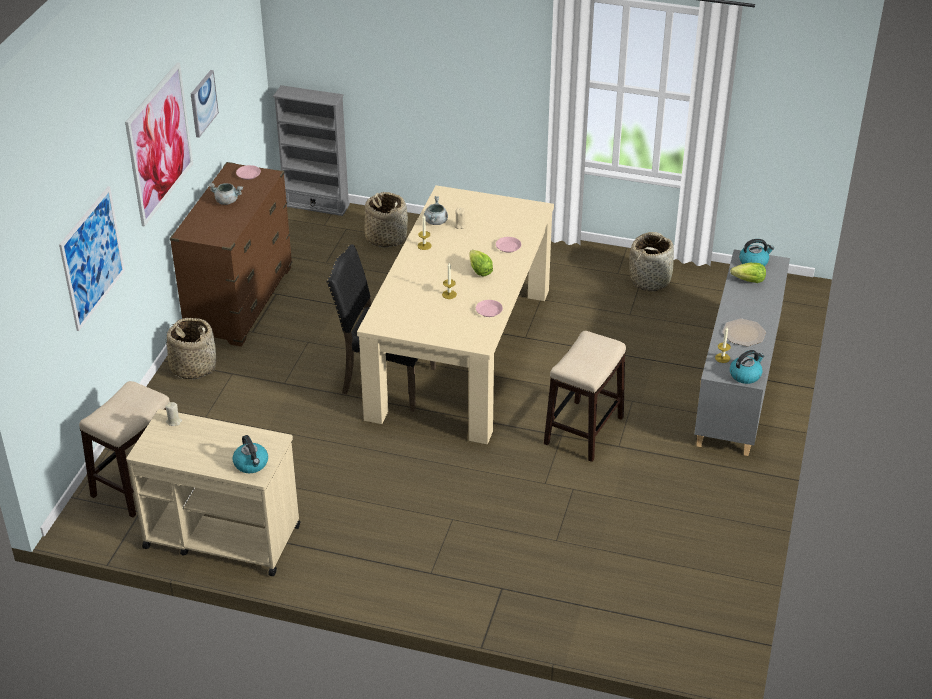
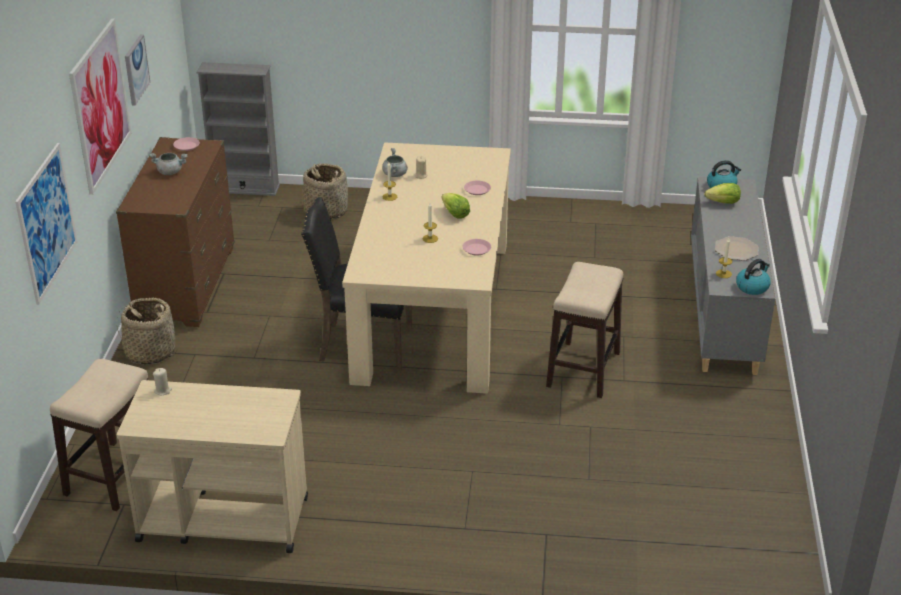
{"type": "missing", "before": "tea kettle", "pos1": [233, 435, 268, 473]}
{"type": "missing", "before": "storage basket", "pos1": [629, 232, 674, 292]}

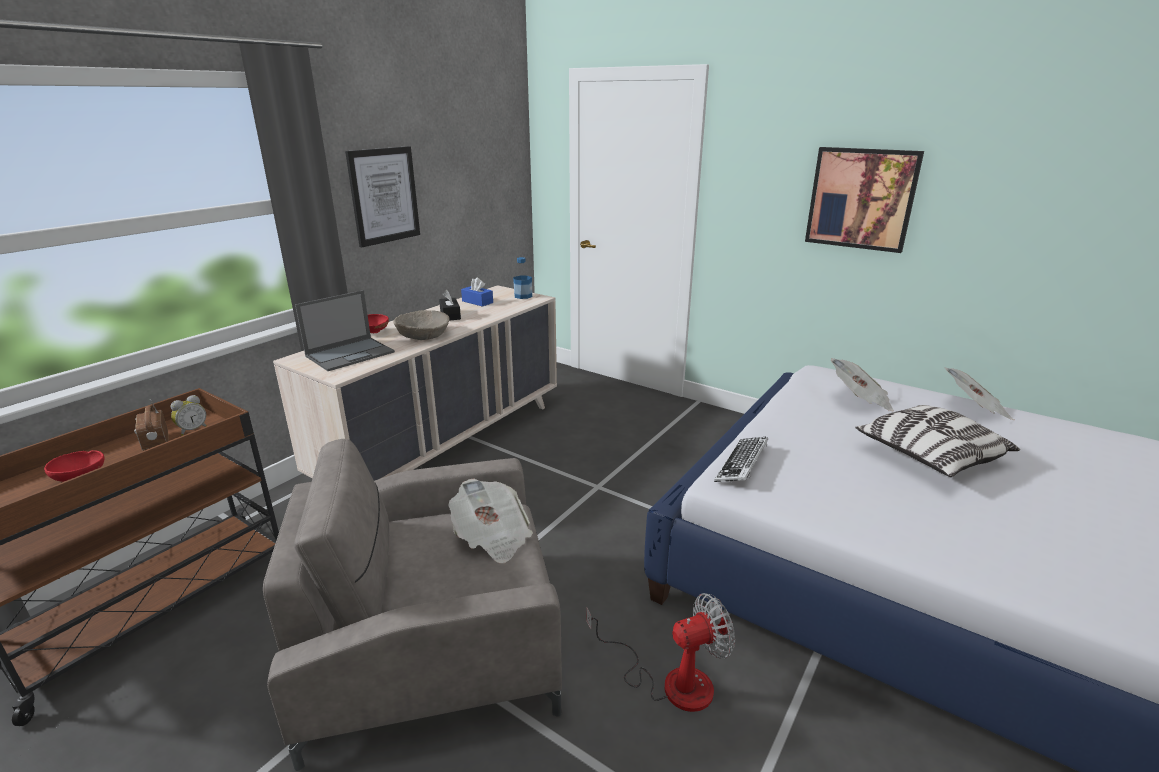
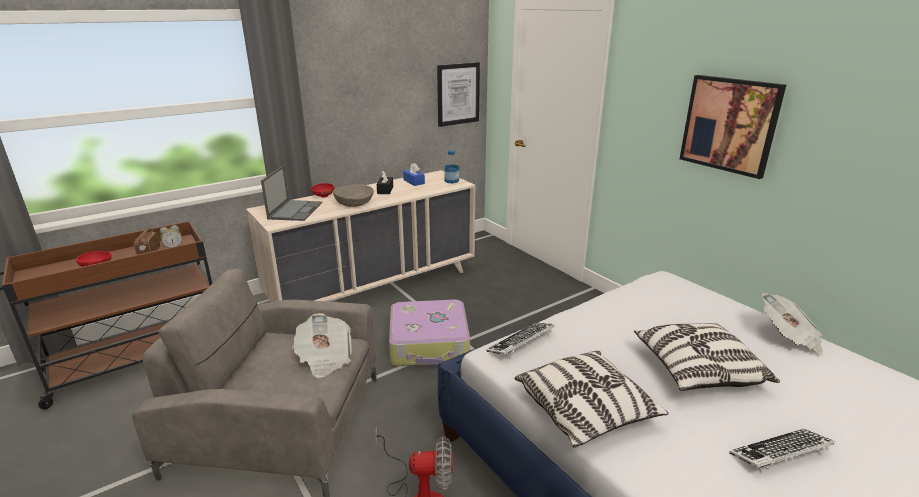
{"type": "spun", "before": "laptop", "pos1": [295, 290, 395, 371], "pos2": [261, 166, 322, 221], "turn": -60}
{"type": "relocated", "before": "wall art", "pos1": [345, 146, 420, 247], "pos2": [437, 62, 480, 127]}
{"type": "missing", "before": "daily paper", "pos1": [831, 358, 894, 411]}
{"type": "appeared", "after": "suitcase", "pos2": [389, 300, 470, 366]}
{"type": "appeared", "after": "cushion", "pos2": [514, 351, 669, 448]}
{"type": "appeared", "after": "computer keyboard", "pos2": [729, 429, 834, 469]}

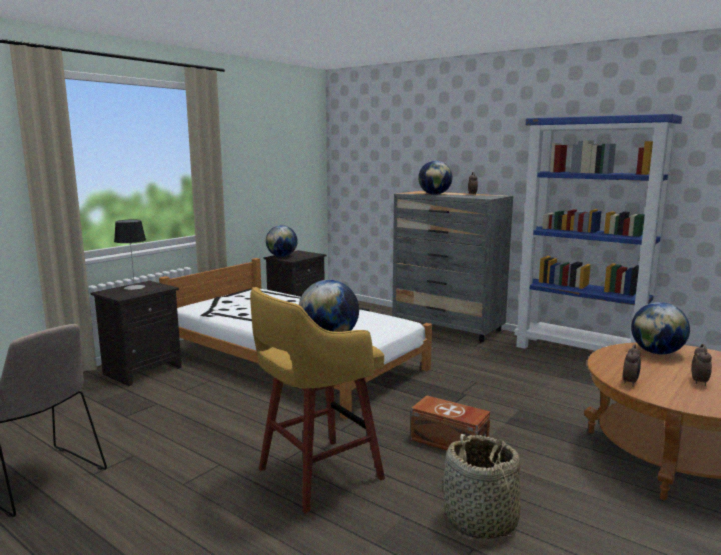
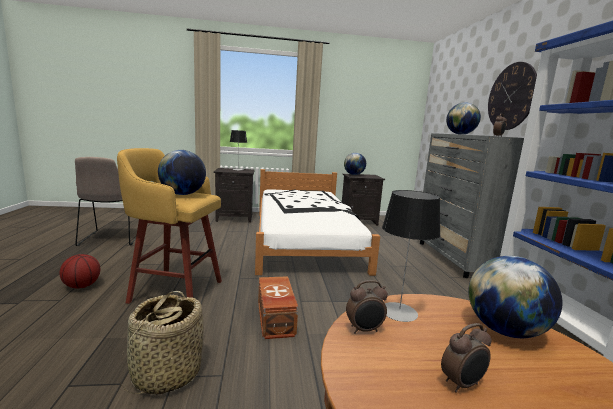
{"type": "appeared", "after": "basketball ball", "pos2": [59, 254, 100, 288]}
{"type": "appeared", "after": "tabletop lamp", "pos2": [382, 190, 440, 322]}
{"type": "appeared", "after": "clock on the wall", "pos2": [488, 62, 537, 130]}

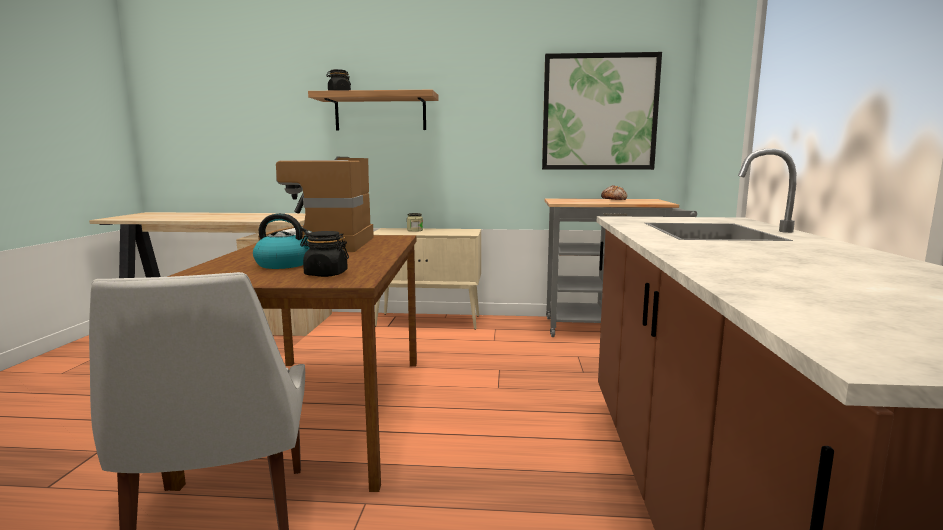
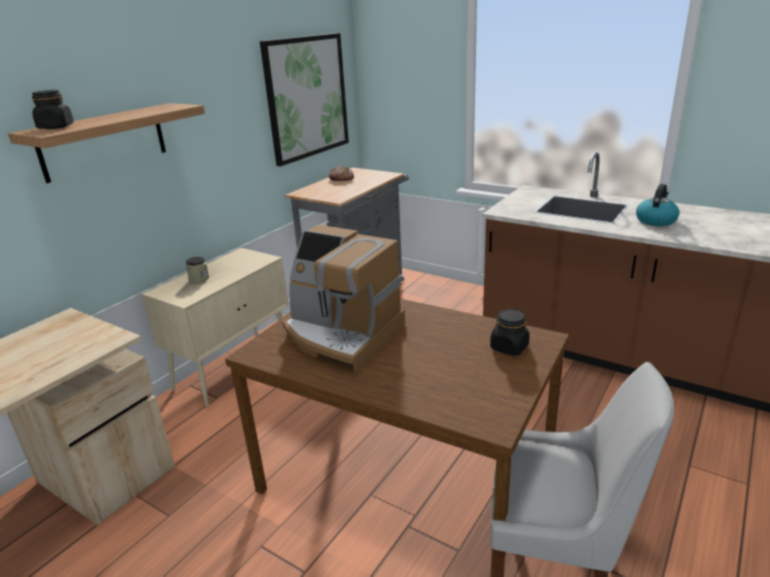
{"type": "relocated", "before": "tea kettle", "pos1": [253, 213, 311, 269], "pos2": [636, 184, 679, 226]}

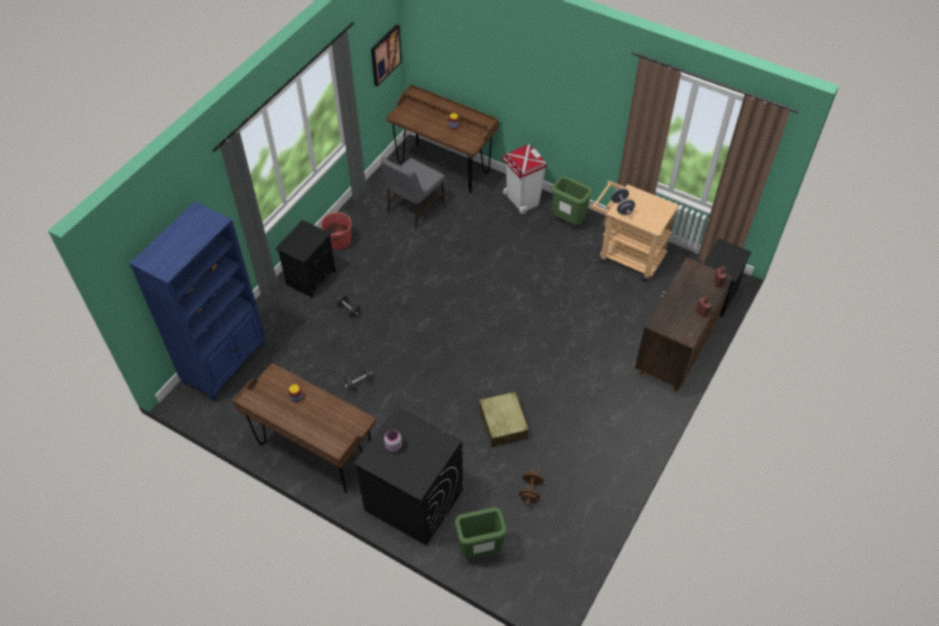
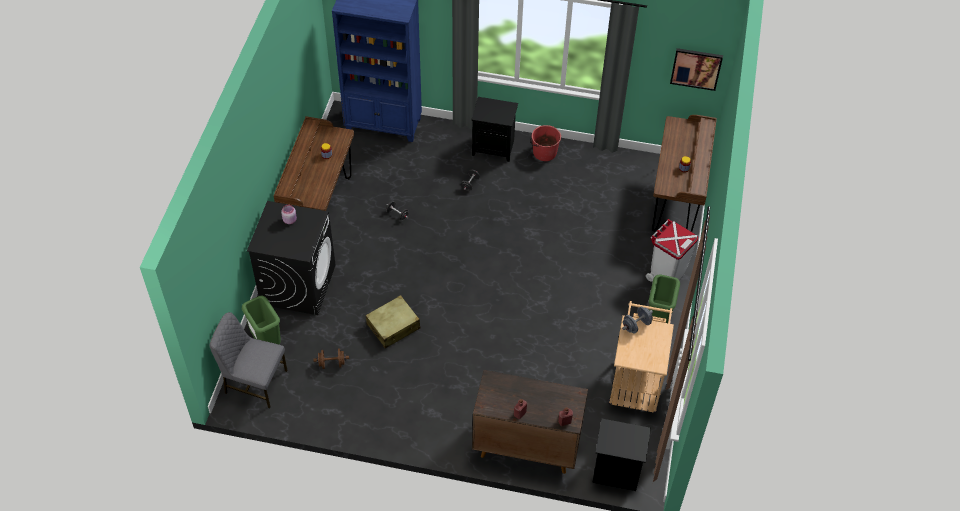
{"type": "relocated", "before": "grey upright chair", "pos1": [381, 157, 445, 228], "pos2": [209, 312, 288, 408]}

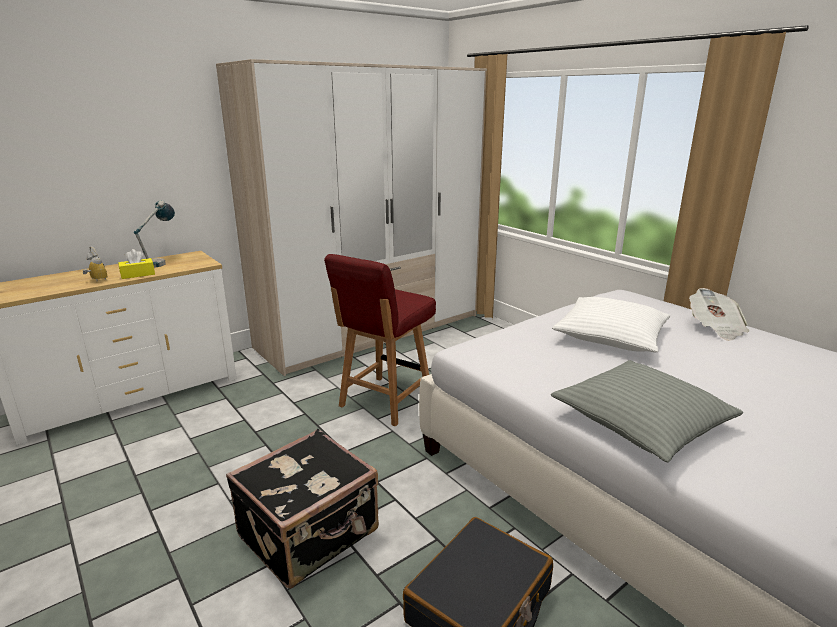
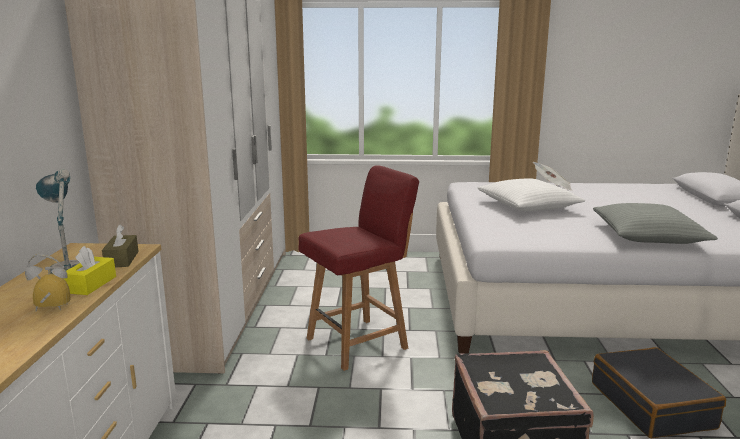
{"type": "spun", "before": "red-coloured upright chair", "pos1": [324, 254, 436, 427], "pos2": [298, 165, 419, 371], "turn": -105}
{"type": "appeared", "after": "brown box of tissues", "pos2": [102, 224, 139, 267]}

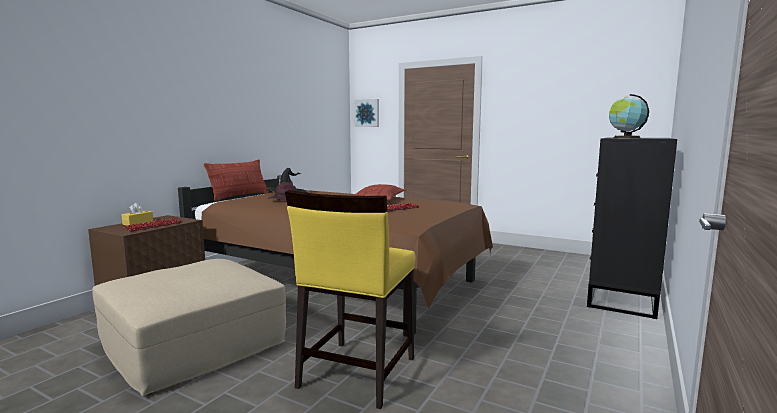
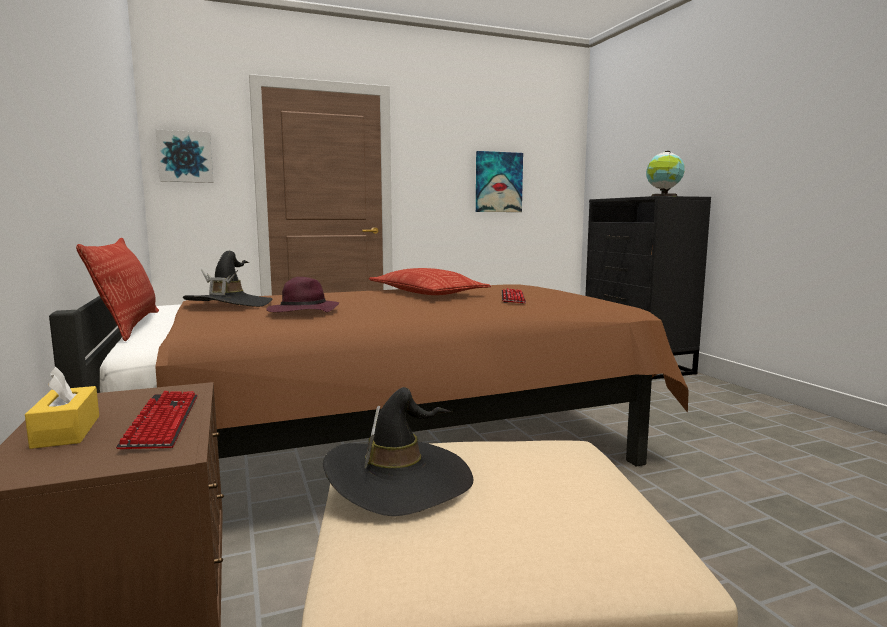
{"type": "missing", "before": "yellow-coloured upright chair", "pos1": [285, 190, 415, 409]}
{"type": "appeared", "after": "blackish wearable hat", "pos2": [323, 387, 473, 516]}
{"type": "appeared", "after": "wall art", "pos2": [476, 151, 523, 212]}

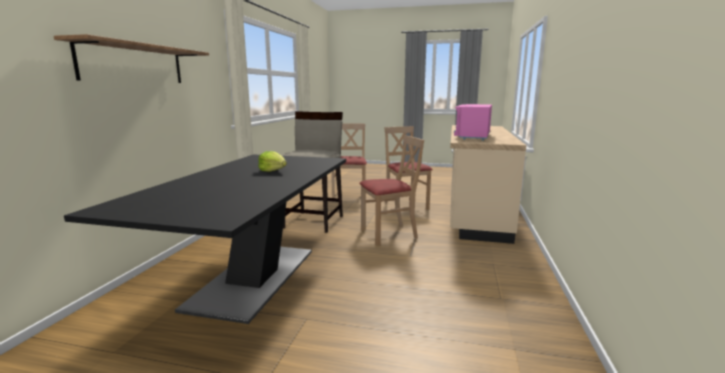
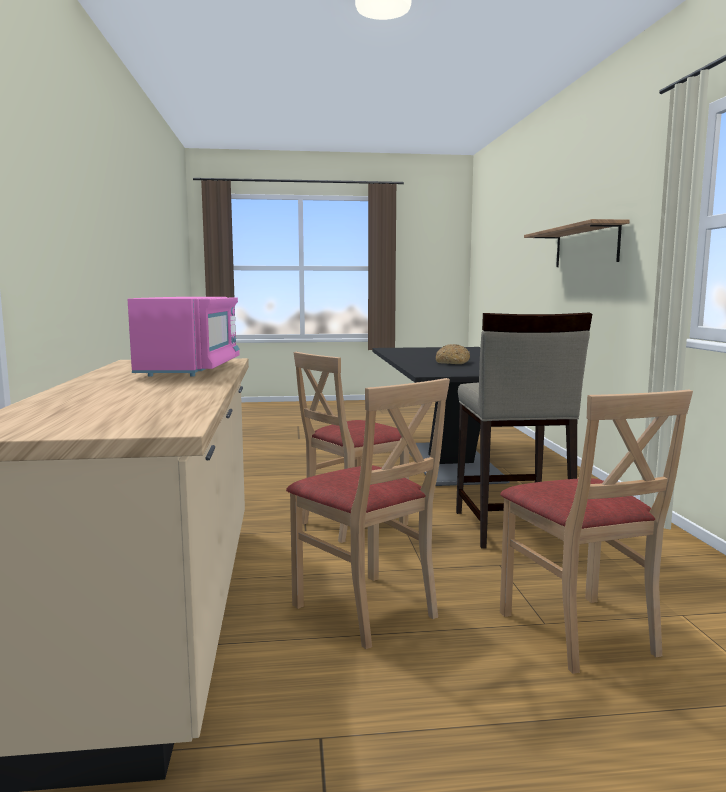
{"type": "exchanged", "before": "lettuce", "after": "bakery bread", "pos1": [258, 151, 287, 172], "pos2": [436, 344, 470, 364]}

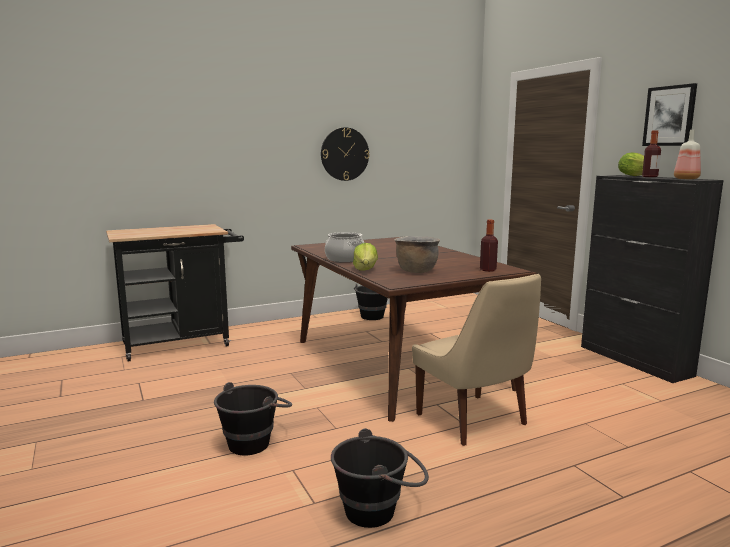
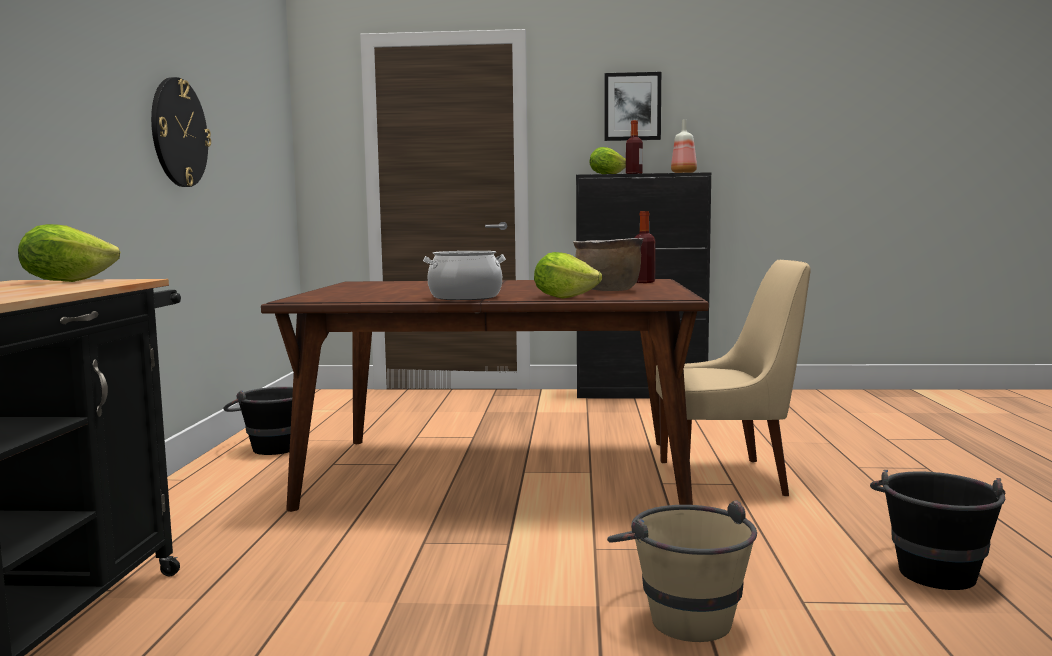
{"type": "colour", "before": "blackish bucket", "after": "beige-coloured bucket", "pos1": [214, 382, 292, 455], "pos2": [607, 500, 757, 642]}
{"type": "appeared", "after": "lettuce", "pos2": [18, 224, 120, 282]}

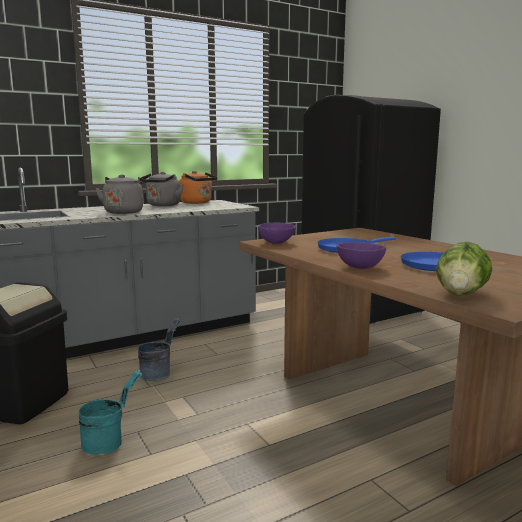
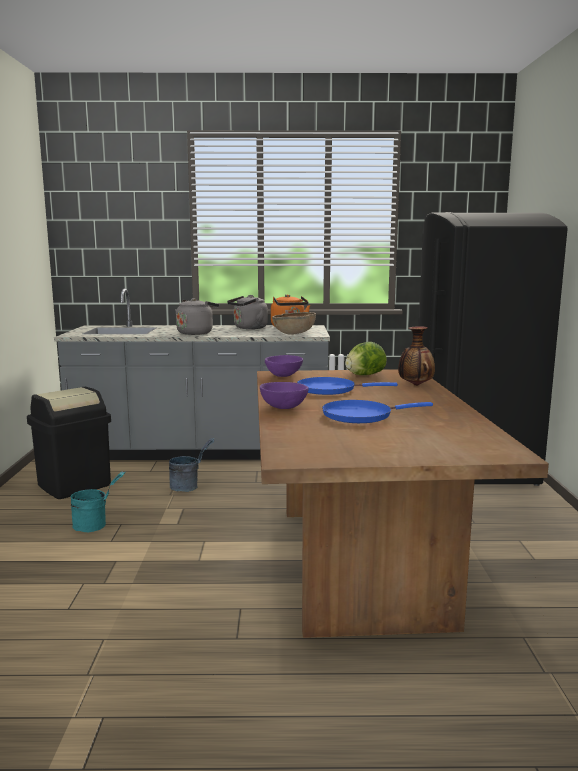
{"type": "relocated", "before": "lettuce", "pos1": [436, 241, 492, 295], "pos2": [345, 342, 387, 375]}
{"type": "appeared", "after": "brown deep dish", "pos2": [272, 312, 316, 335]}
{"type": "appeared", "after": "flower vase", "pos2": [398, 326, 435, 386]}

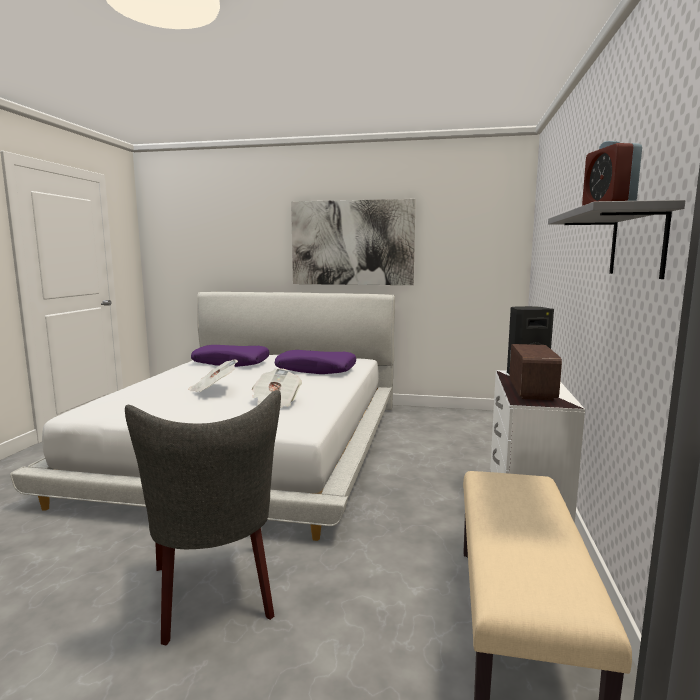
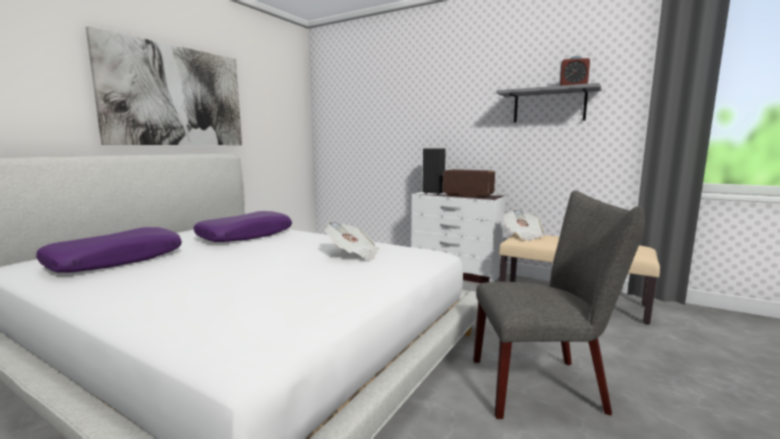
{"type": "relocated", "before": "daily paper", "pos1": [188, 359, 238, 392], "pos2": [504, 209, 545, 241]}

